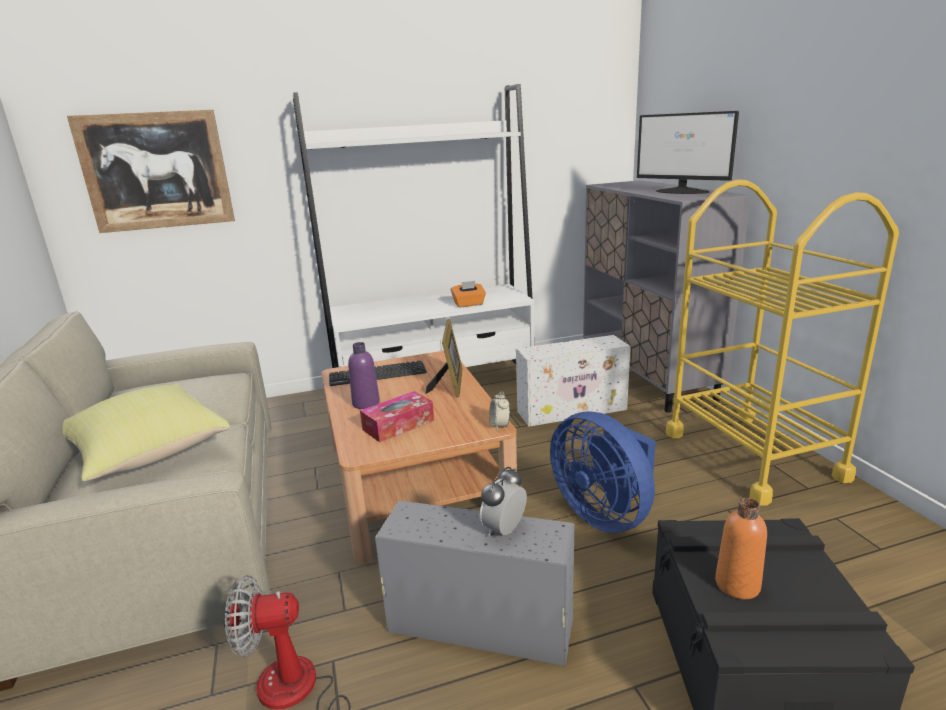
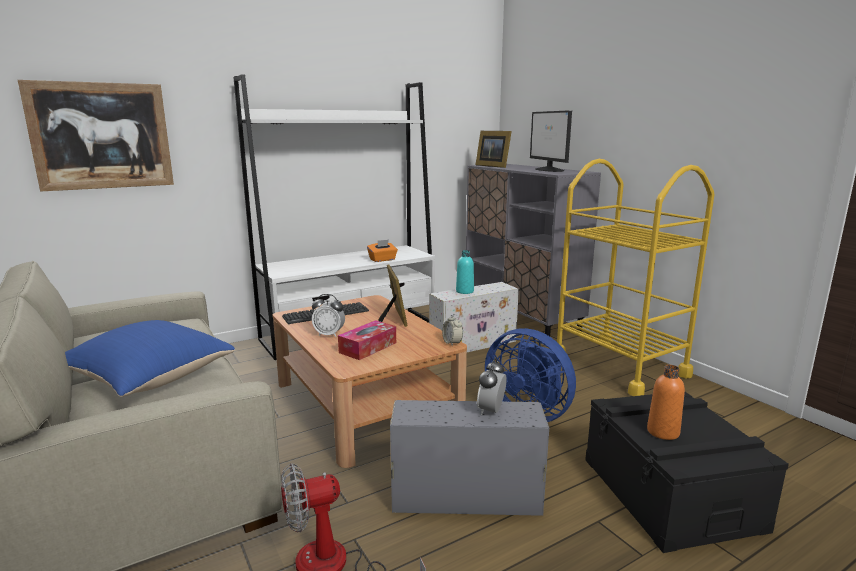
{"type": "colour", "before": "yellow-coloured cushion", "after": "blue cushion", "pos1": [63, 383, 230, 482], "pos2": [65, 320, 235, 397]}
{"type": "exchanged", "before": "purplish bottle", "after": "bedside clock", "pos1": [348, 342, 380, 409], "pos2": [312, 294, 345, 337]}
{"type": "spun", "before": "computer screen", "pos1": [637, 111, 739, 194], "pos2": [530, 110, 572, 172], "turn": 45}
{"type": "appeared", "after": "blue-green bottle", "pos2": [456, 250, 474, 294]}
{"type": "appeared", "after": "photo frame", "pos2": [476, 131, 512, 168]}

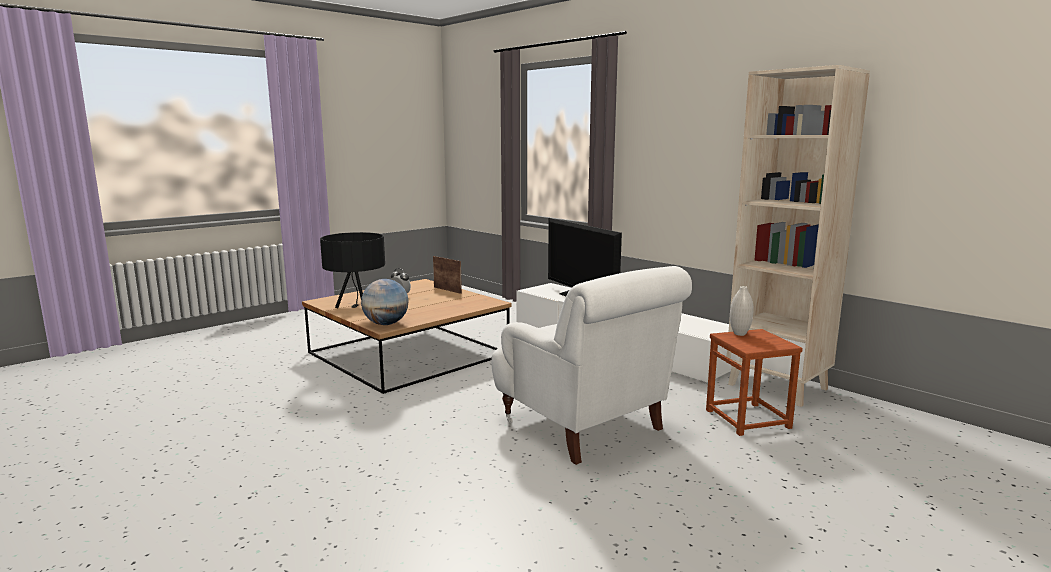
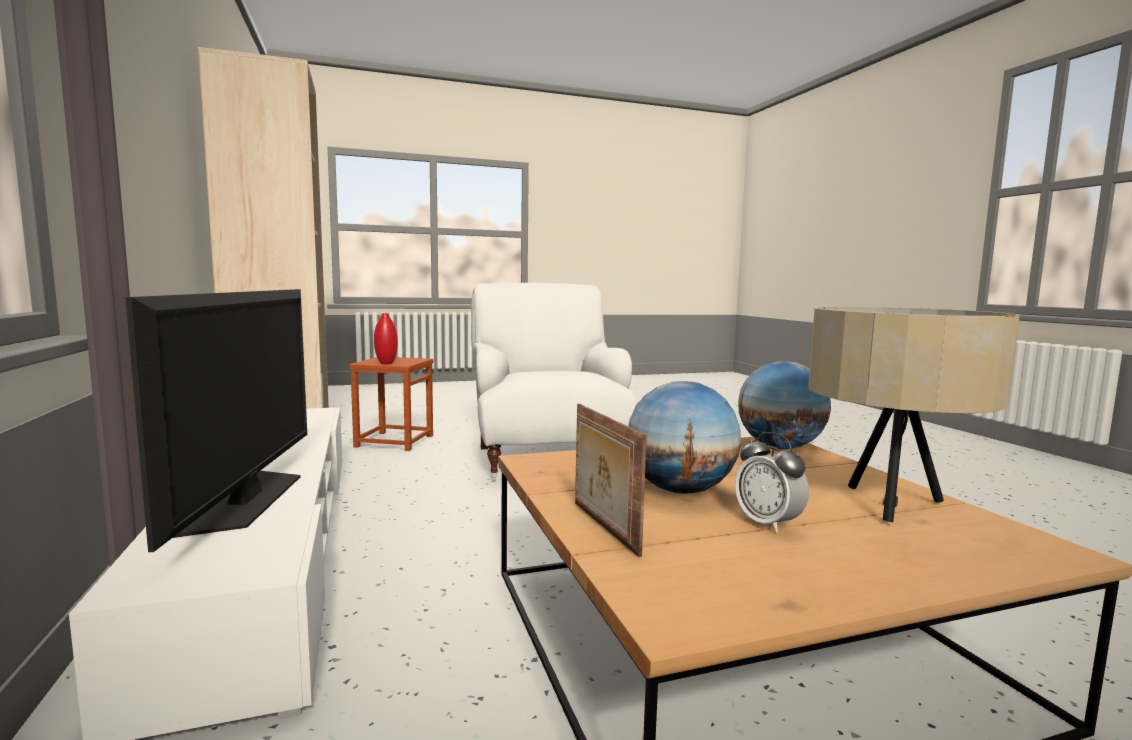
{"type": "colour", "before": "blackish tabletop lamp", "after": "beige-coloured tabletop lamp", "pos1": [320, 232, 385, 308], "pos2": [809, 307, 1020, 522]}
{"type": "colour", "before": "whitish flower vase", "after": "red-coloured flower vase", "pos1": [730, 286, 754, 336], "pos2": [374, 313, 398, 364]}
{"type": "appeared", "after": "world globe", "pos2": [628, 381, 741, 494]}

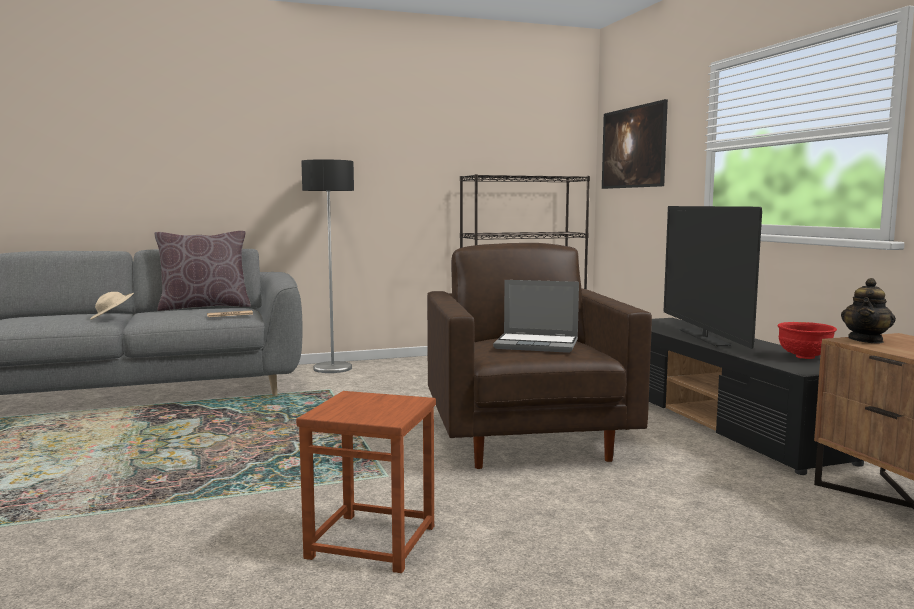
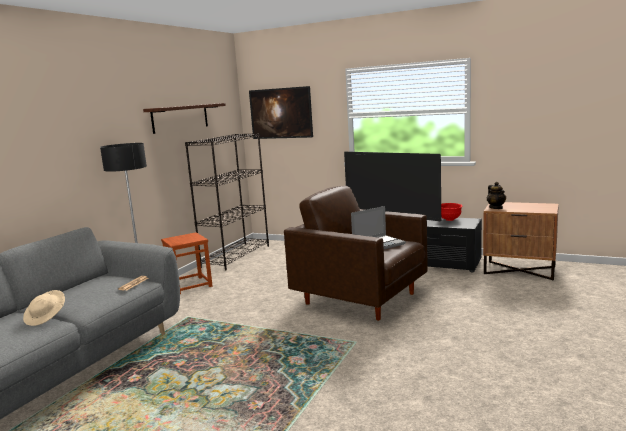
{"type": "missing", "before": "brown cushion", "pos1": [154, 231, 251, 311]}
{"type": "relocated", "before": "brown sitting stool", "pos1": [296, 391, 436, 573], "pos2": [161, 232, 213, 294]}
{"type": "appeared", "after": "bracket shelf", "pos2": [143, 103, 226, 134]}

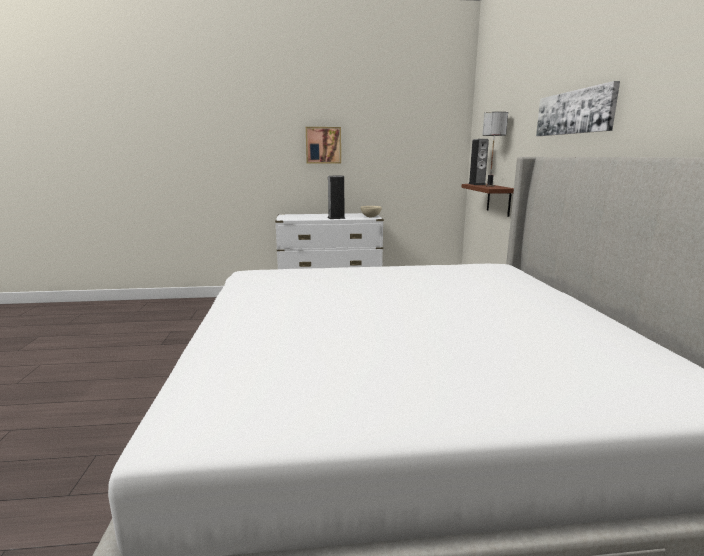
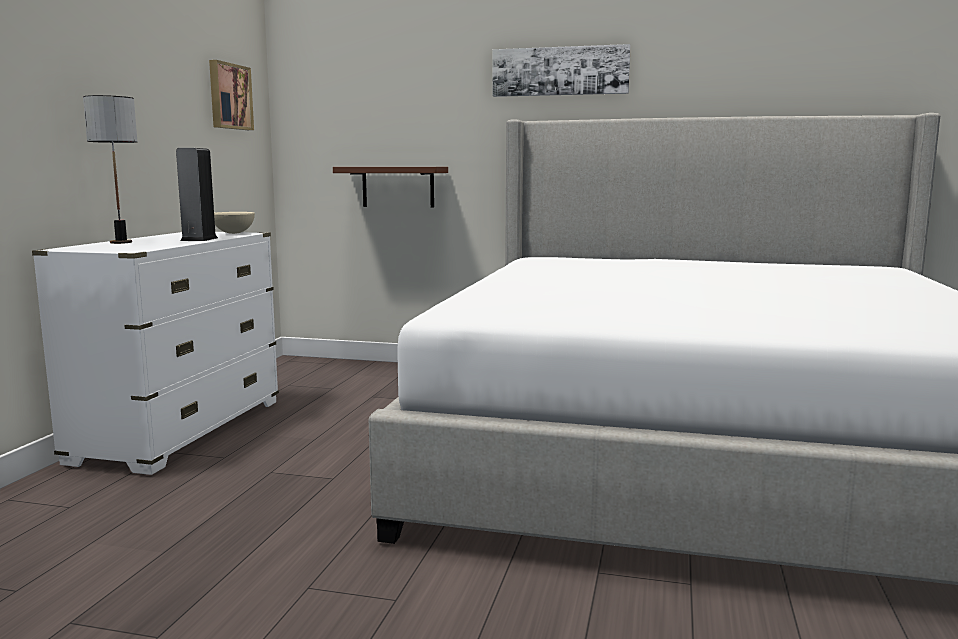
{"type": "relocated", "before": "wall art", "pos1": [306, 127, 341, 164], "pos2": [209, 60, 254, 130]}
{"type": "missing", "before": "speaker", "pos1": [468, 139, 489, 185]}
{"type": "relocated", "before": "tabletop lamp", "pos1": [482, 112, 508, 187], "pos2": [83, 95, 137, 244]}

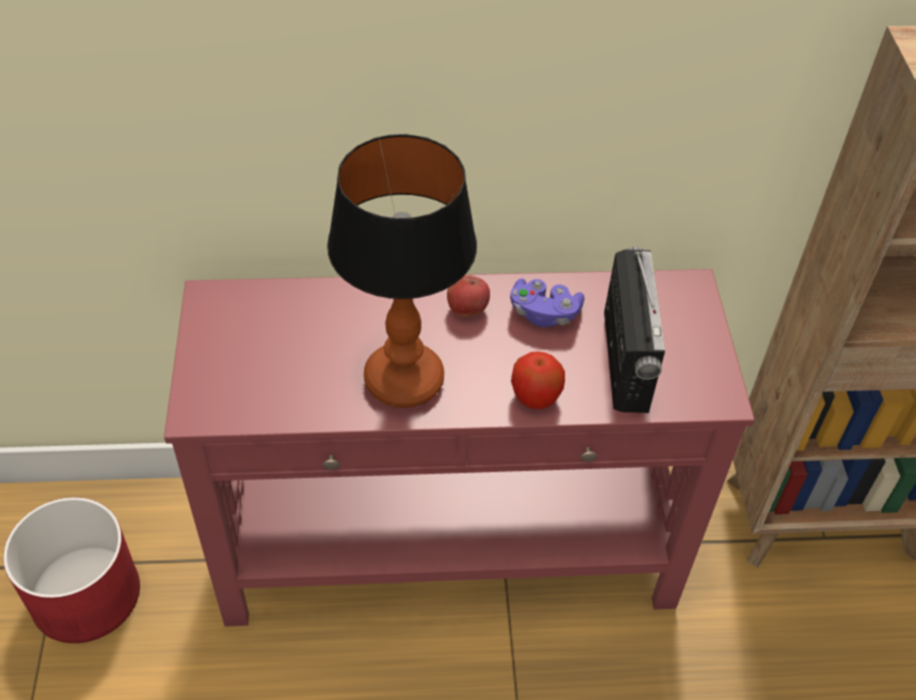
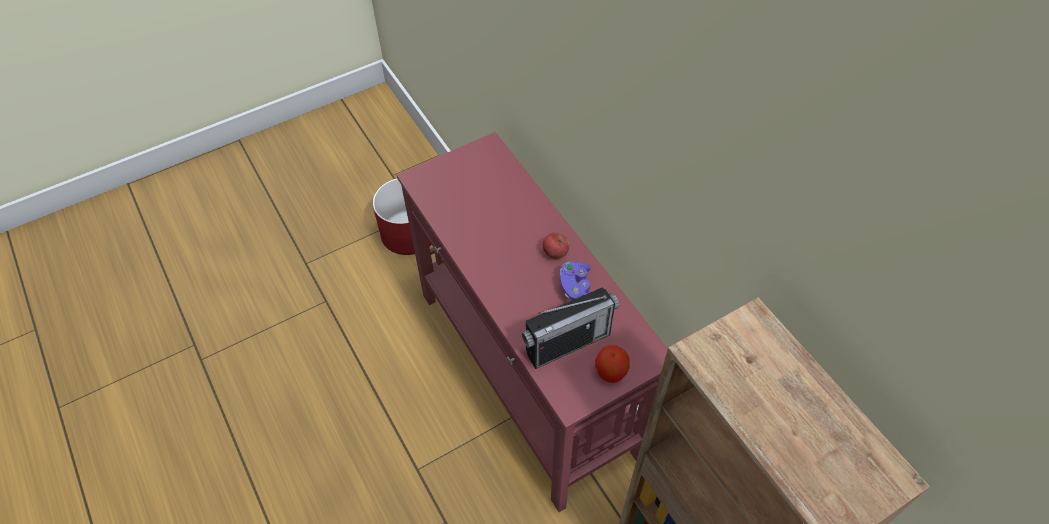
{"type": "missing", "before": "tabletop lamp", "pos1": [327, 134, 477, 408]}
{"type": "relocated", "before": "apple", "pos1": [511, 351, 565, 409], "pos2": [595, 345, 630, 383]}

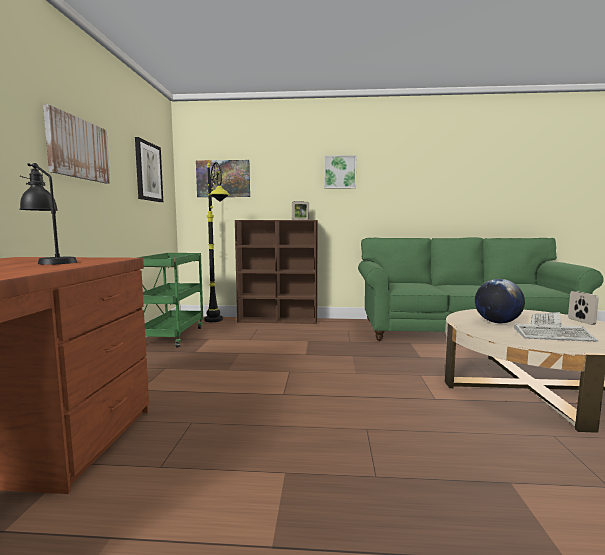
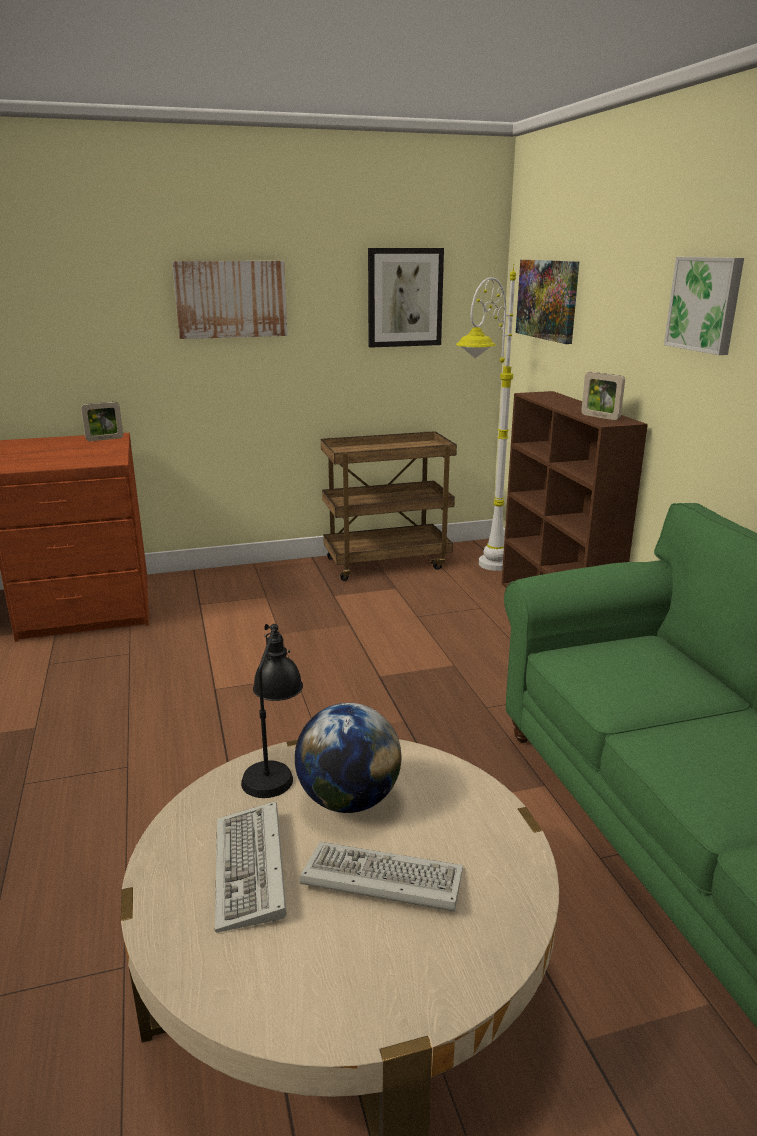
{"type": "relocated", "before": "blackish tabletop lamp", "pos1": [19, 163, 77, 265], "pos2": [241, 624, 303, 798]}
{"type": "colour", "before": "green wheeled cart", "after": "brown wheeled cart", "pos1": [136, 253, 203, 348], "pos2": [321, 431, 457, 581]}
{"type": "colour", "before": "blackish standing lamp", "after": "whitish standing lamp", "pos1": [204, 160, 230, 322], "pos2": [456, 264, 516, 571]}
{"type": "relocated", "before": "photo frame", "pos1": [568, 291, 599, 325], "pos2": [81, 402, 123, 441]}

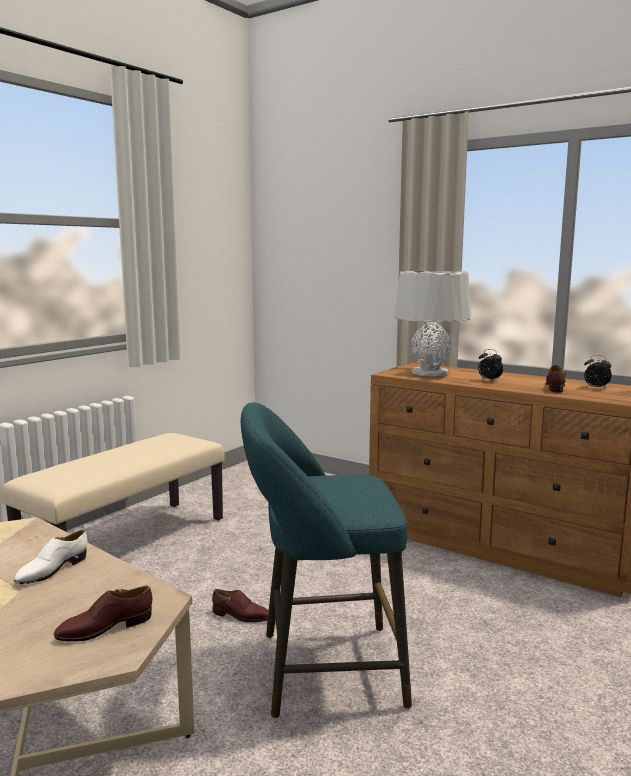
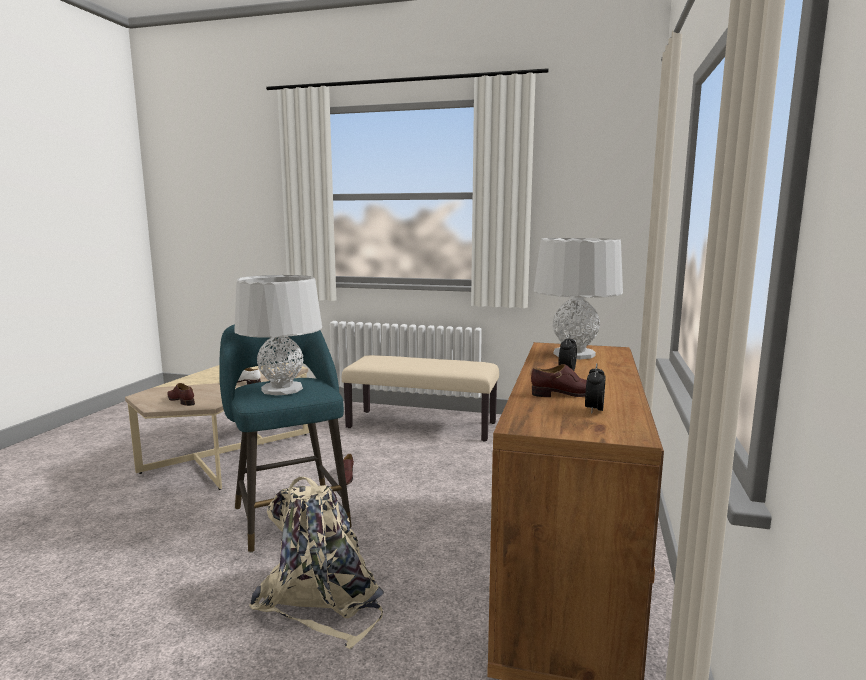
{"type": "appeared", "after": "grey tabletop lamp", "pos2": [234, 275, 322, 395]}
{"type": "appeared", "after": "beige-coloured rucksack", "pos2": [249, 477, 384, 649]}

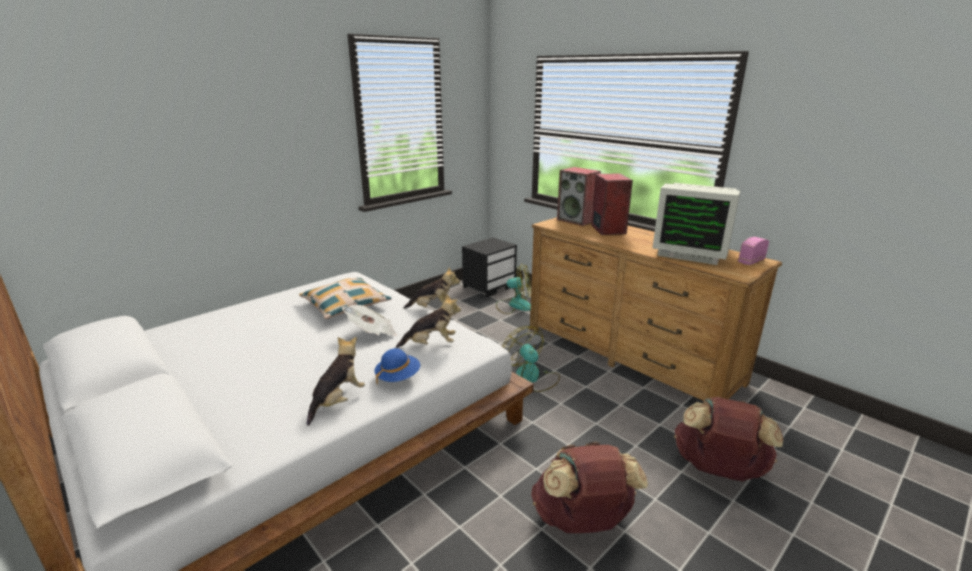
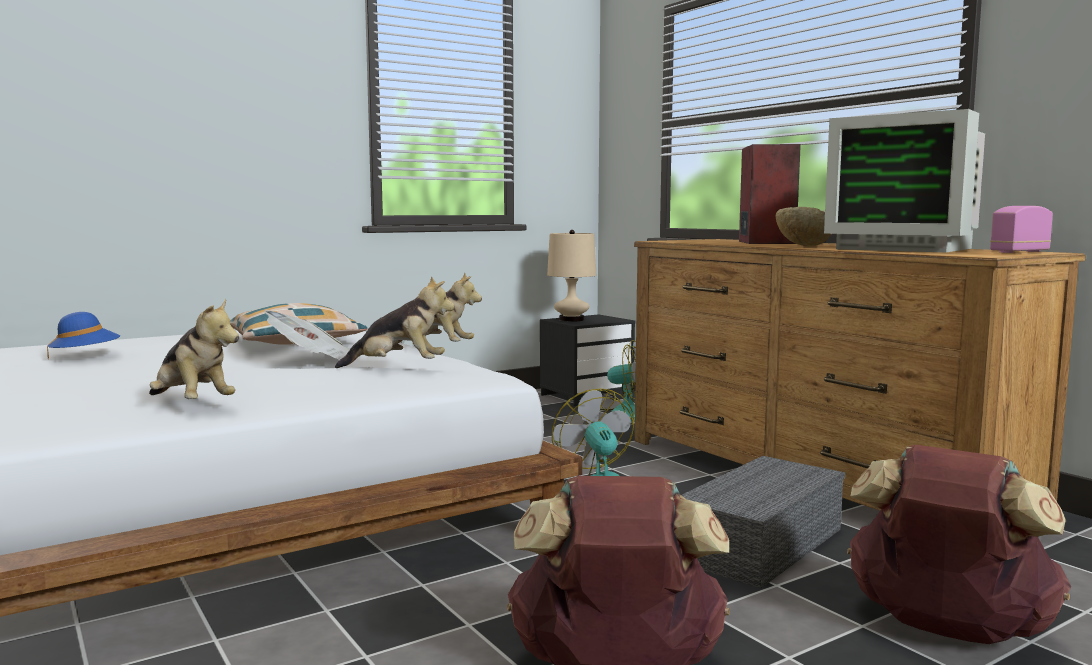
{"type": "spun", "before": "plush toy", "pos1": [307, 337, 365, 426], "pos2": [149, 299, 239, 399], "turn": 90}
{"type": "relocated", "before": "blue wearable hat", "pos1": [374, 348, 420, 384], "pos2": [47, 312, 120, 359]}
{"type": "missing", "before": "speaker", "pos1": [557, 167, 601, 226]}
{"type": "appeared", "after": "beige-coloured tabletop lamp", "pos2": [547, 230, 596, 322]}
{"type": "appeared", "after": "grey storage box", "pos2": [682, 456, 845, 588]}
{"type": "appeared", "after": "beige-coloured deep dish", "pos2": [776, 207, 831, 246]}

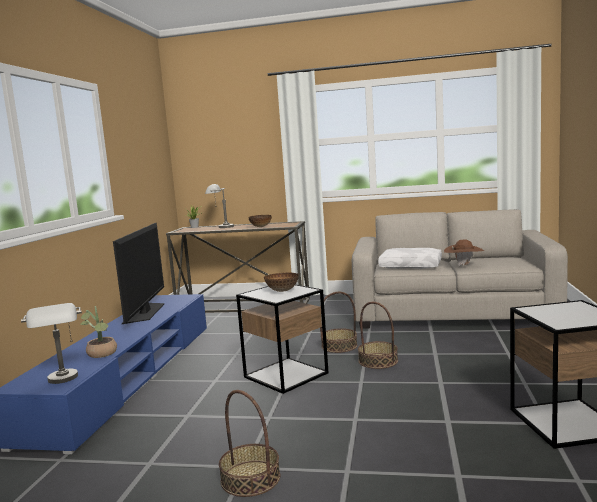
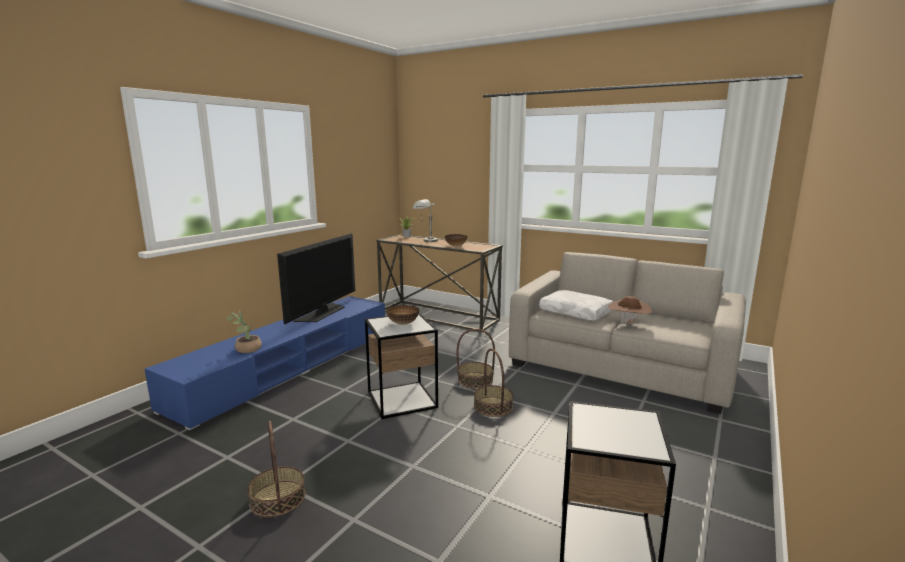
{"type": "missing", "before": "grey tabletop lamp", "pos1": [21, 303, 82, 384]}

